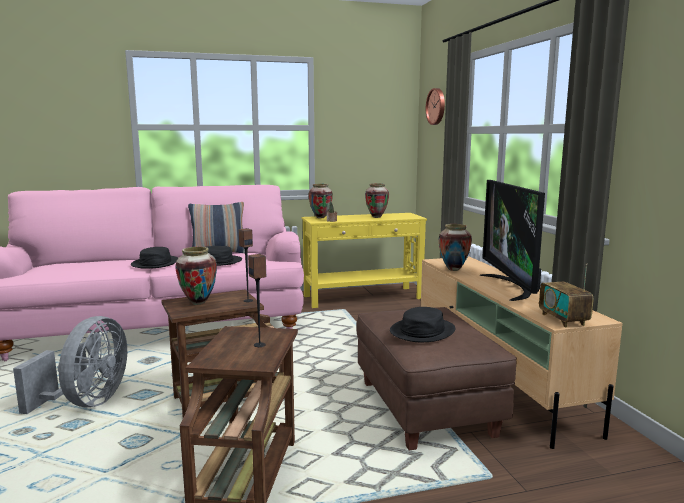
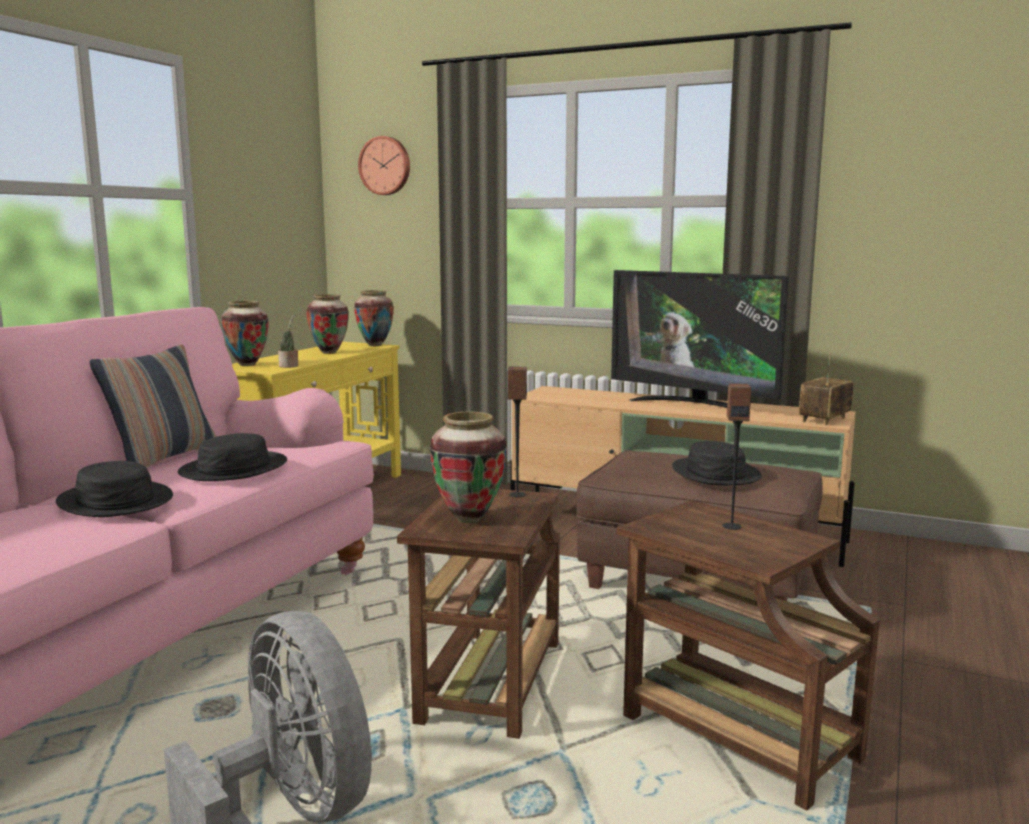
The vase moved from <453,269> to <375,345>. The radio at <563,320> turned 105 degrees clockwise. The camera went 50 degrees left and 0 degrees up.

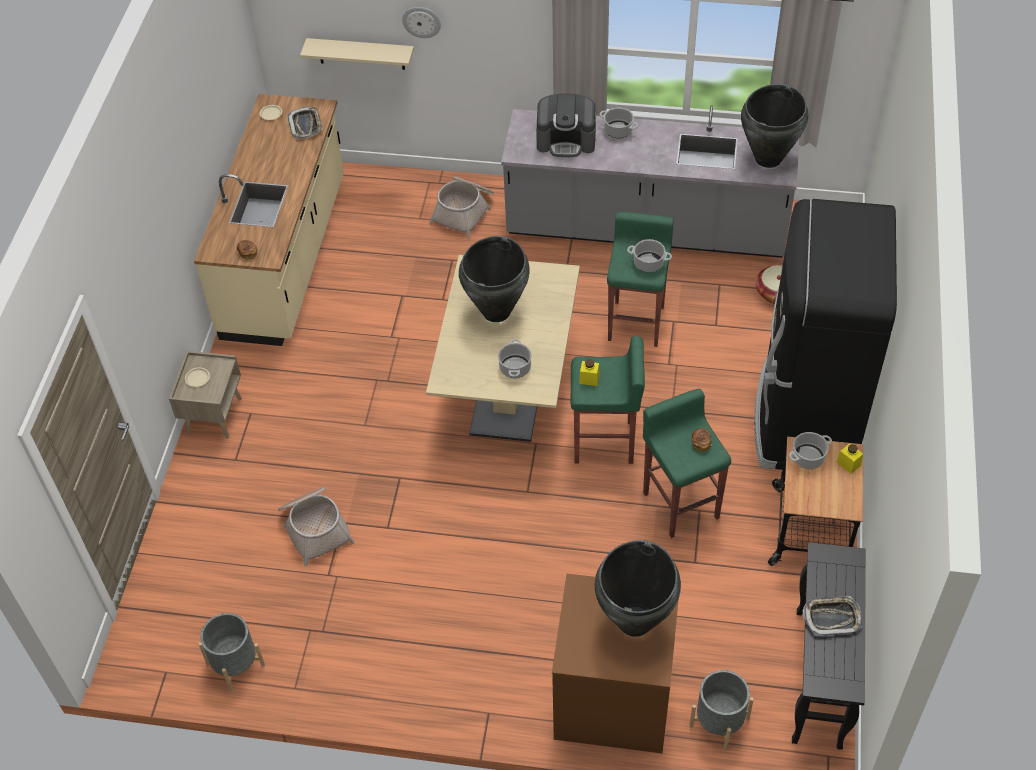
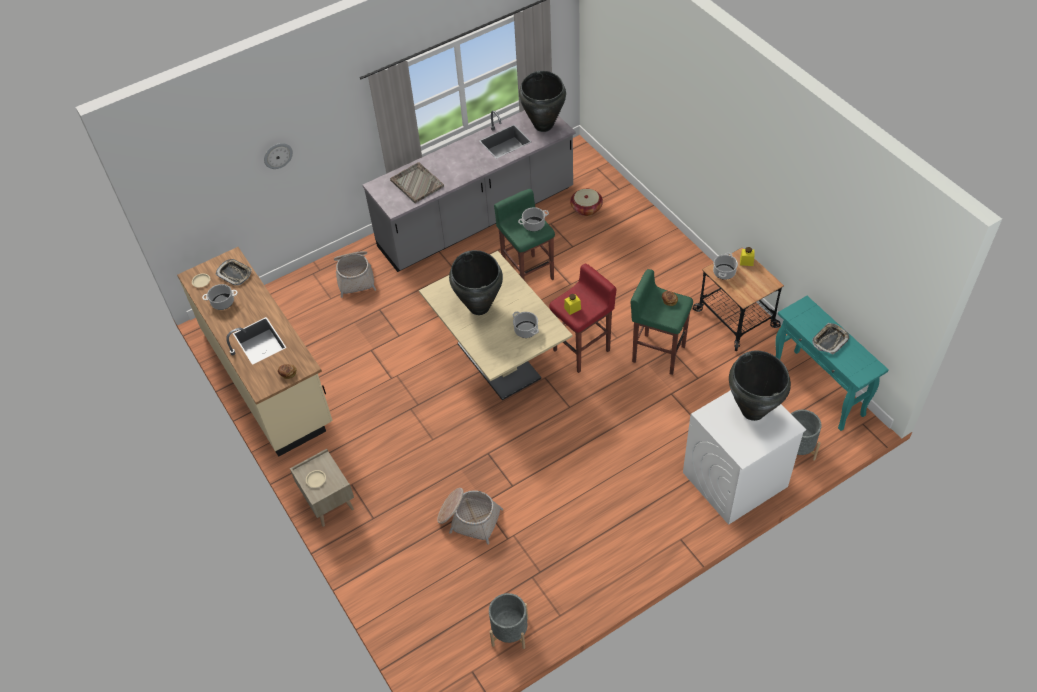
The beige shelf at <361,54> disappeared. The black fridge at <805,419> disappeared. The cooking pot moved from <617,130> to <222,302>. The coffee machine at <566,140> was replaced by the grey tray at <416,183>. The brown washing machine at <612,699> became the white washing machine at <734,480>. The green stool at <605,443> became the red stool at <582,350>. The black console table at <819,679> became the turquoise console table at <818,390>. The camera went 40 degrees left and 0 degrees up.

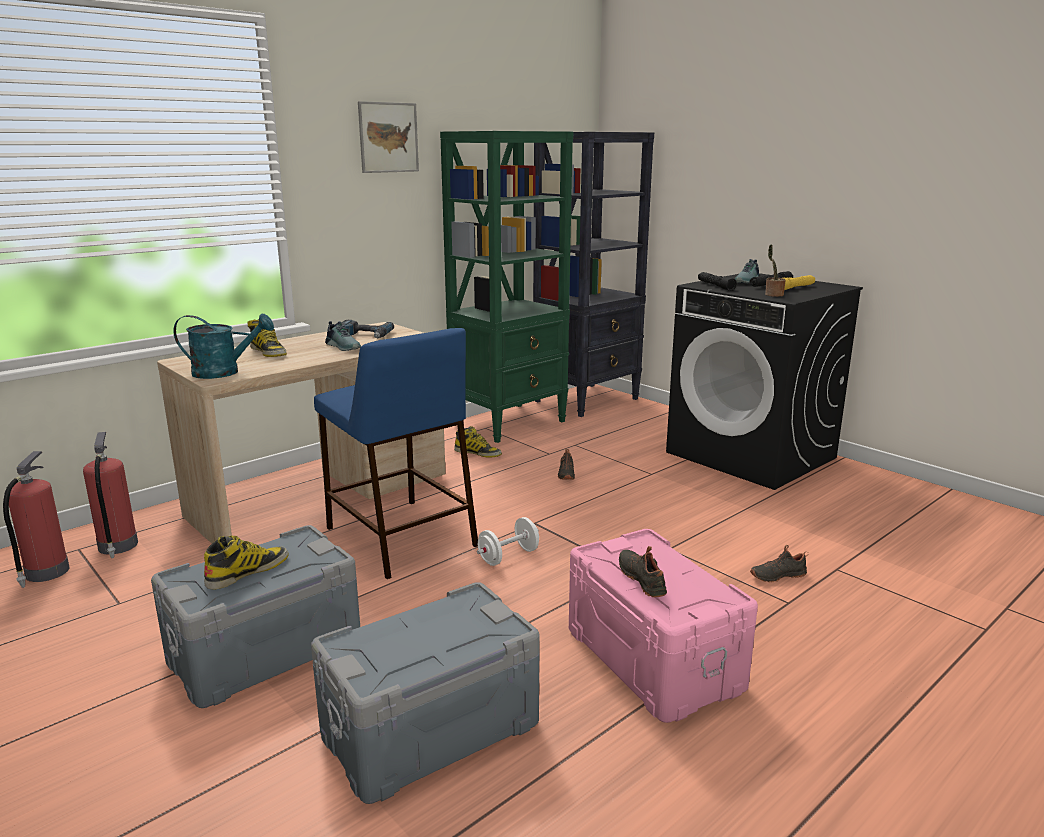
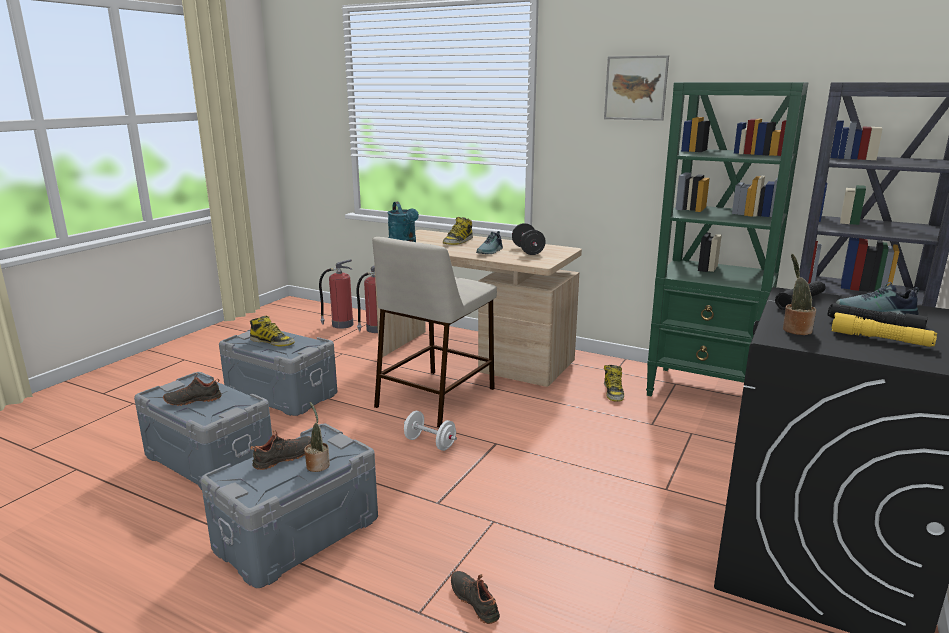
The potted plant at <317,464> appeared. The black shoe moved from <565,474> to <193,400>. The power drill at <364,336> was replaced by the black dumbbell at <528,250>. The blue stool at <399,536> became the beige stool at <436,396>. The pink storage box at <651,659> became the grey storage box at <296,533>. The camera went 70 degrees right and 0 degrees up.

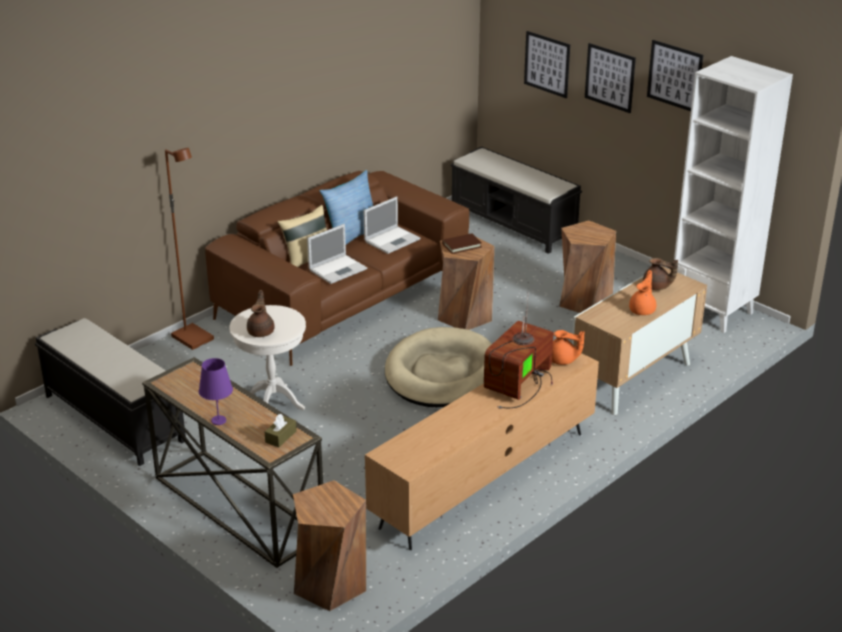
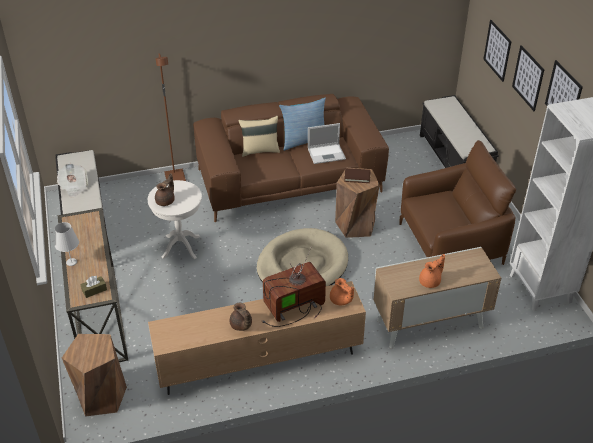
The laptop at <338,269> disappeared. The newspaper at <74,187> appeared. The brown teapot moved from <657,287> to <241,325>. The brown stool at <584,301> was replaced by the brown armchair at <450,244>. The purple table lamp at <219,420> became the white table lamp at <71,262>. The camera went 30 degrees right and 10 degrees up.

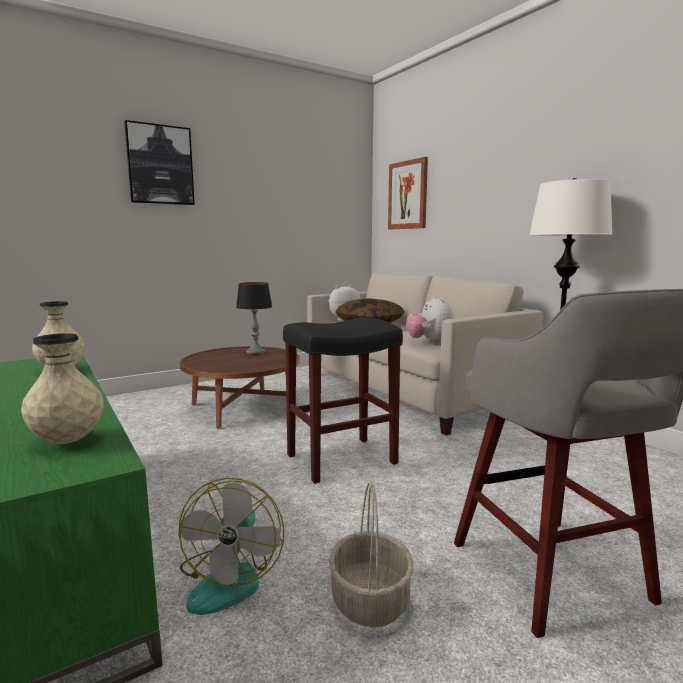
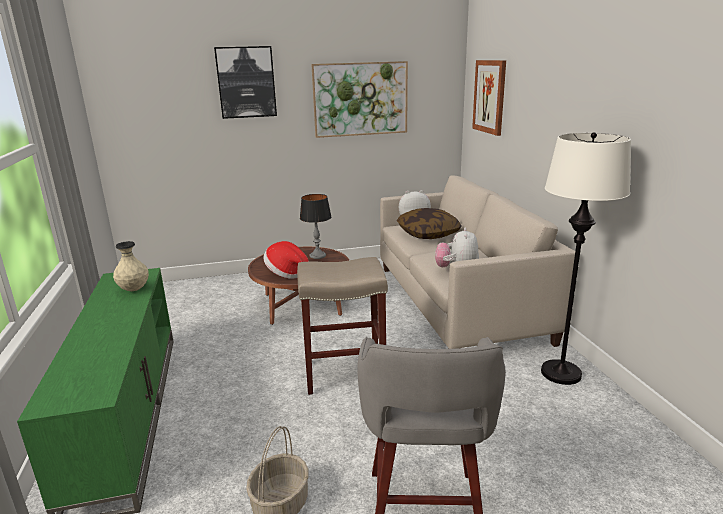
The beige vase at <67,441> disappeared. The fan at <230,578> disappeared. The hat at <287,273> appeared. The picture at <360,99> appeared. The black stool at <342,458> became the beige stool at <345,373>. The camera went 20 degrees right and 10 degrees up.

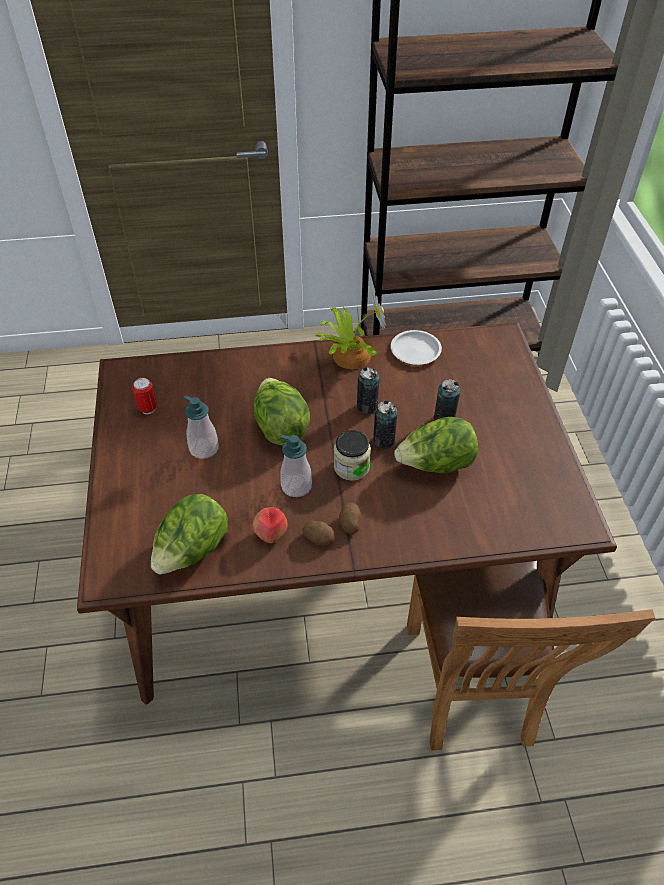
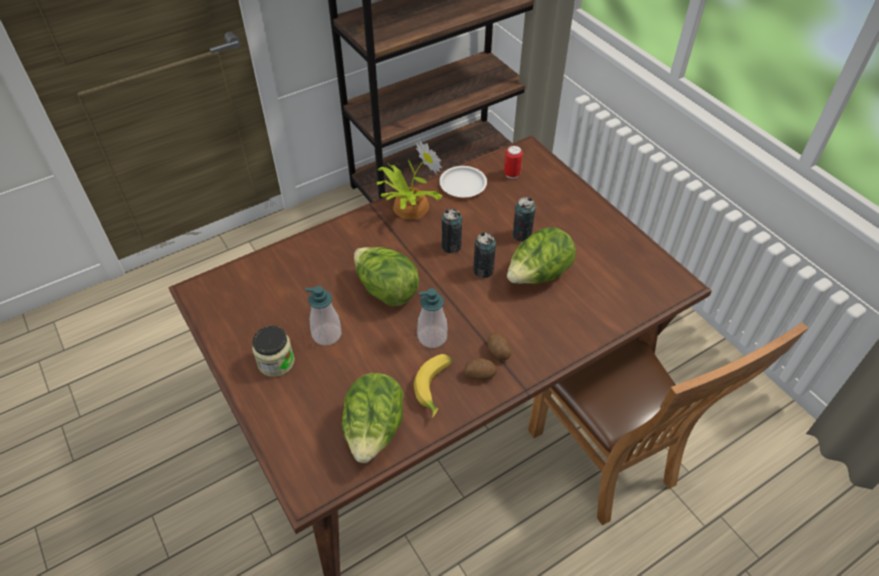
The can moved from <148,408> to <512,174>. The jar moved from <351,467> to <276,362>. The apple at <271,535> was replaced by the banana at <436,388>. The camera went 25 degrees left and 0 degrees up.

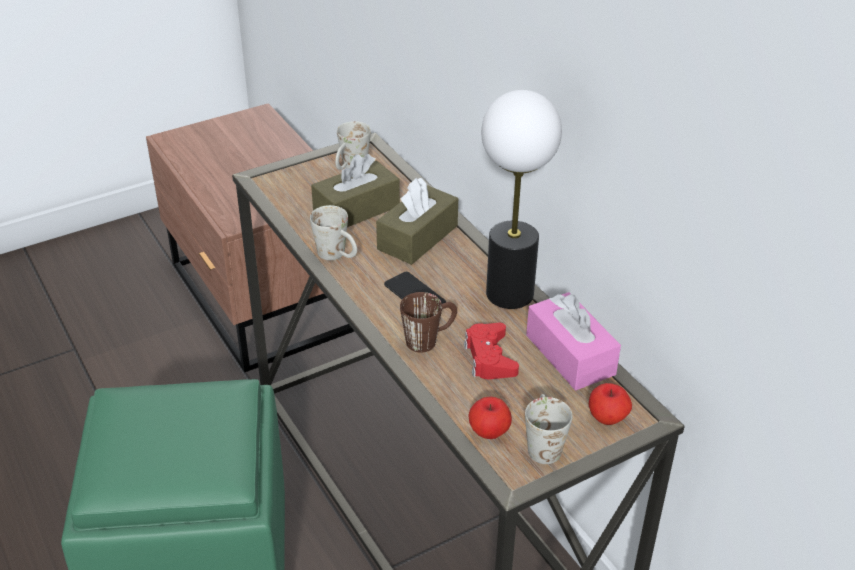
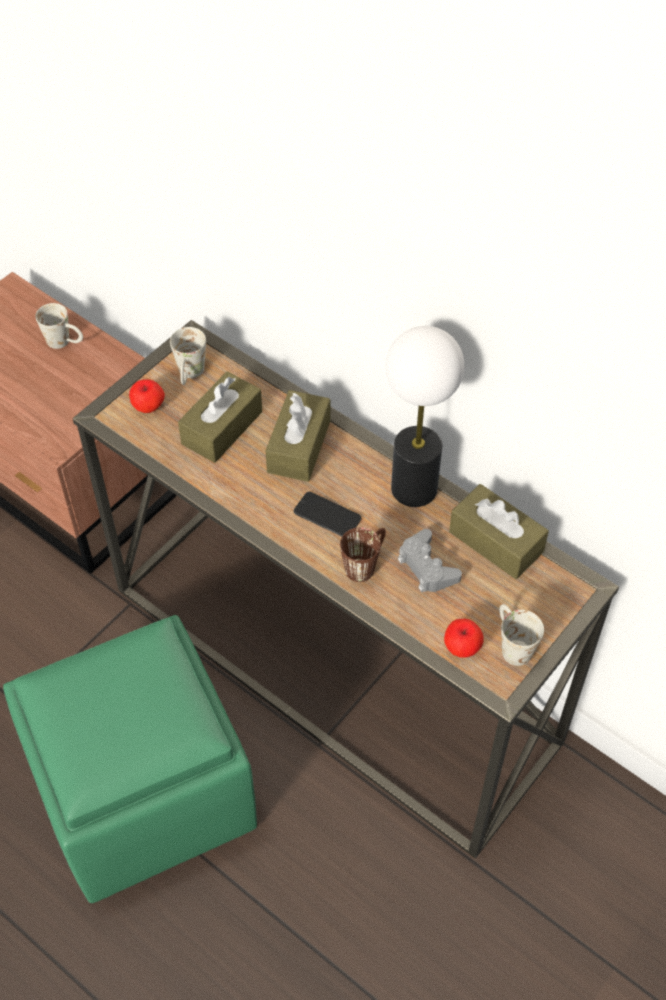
The white mug moved from <338,256> to <65,342>. The apple moved from <607,418> to <148,406>. The red game controller at <489,358> became the grey game controller at <427,567>. The pink tissue box at <570,355> became the brown tissue box at <496,541>. The camera went 20 degrees left and 15 degrees up.

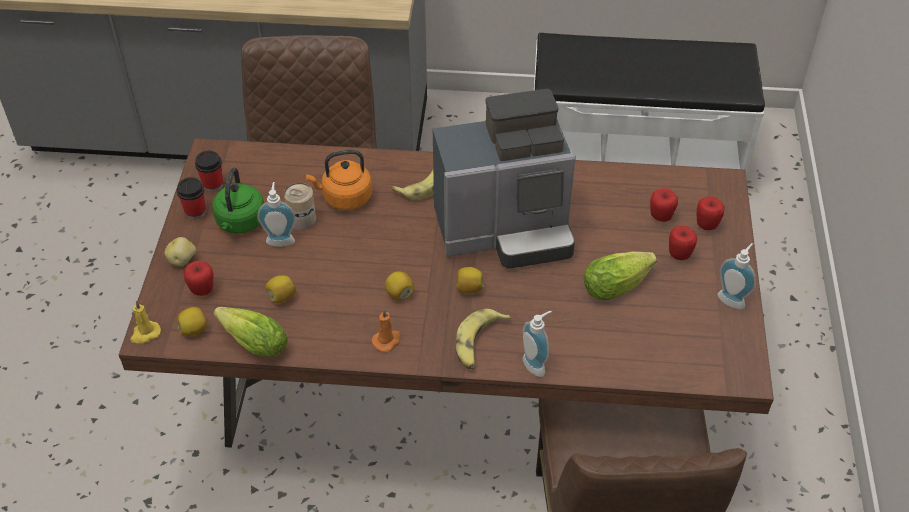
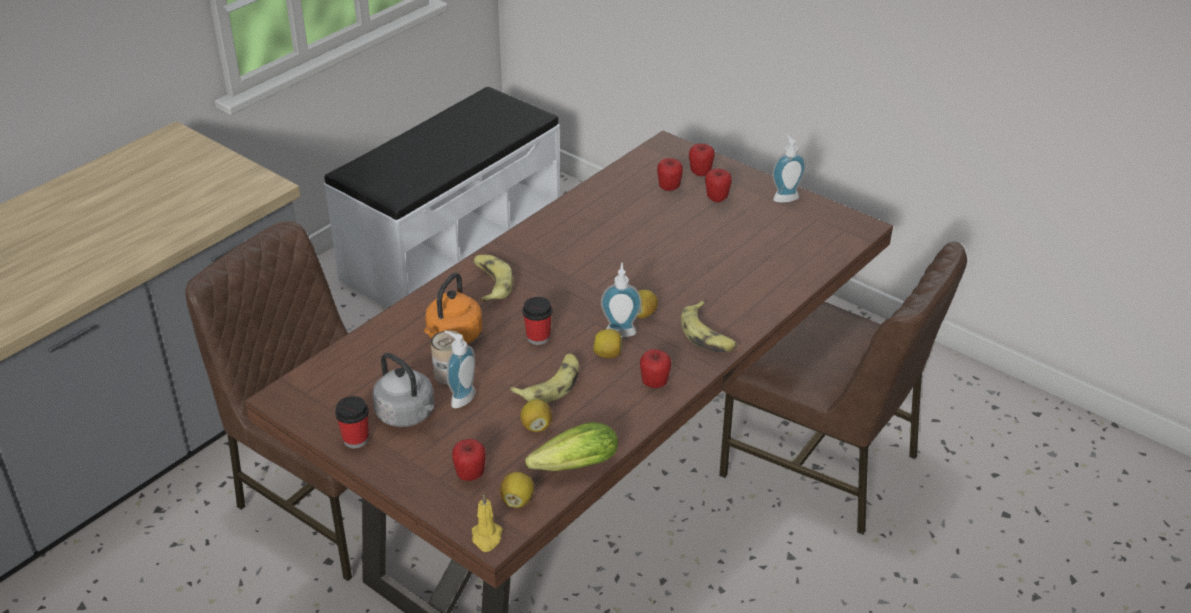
The potato at <182,260> disappeared. The coffee machine at <506,230> disappeared. The lettuce at <619,284> disappeared. The banana at <550,384> appeared. The cup moved from <213,185> to <538,337>. The soap dispenser moved from <536,364> to <620,330>. The orange candle at <387,340> was replaced by the apple at <654,384>. The green kettle at <240,223> became the grey kettle at <407,415>. The camera went 55 degrees left and 10 degrees down.

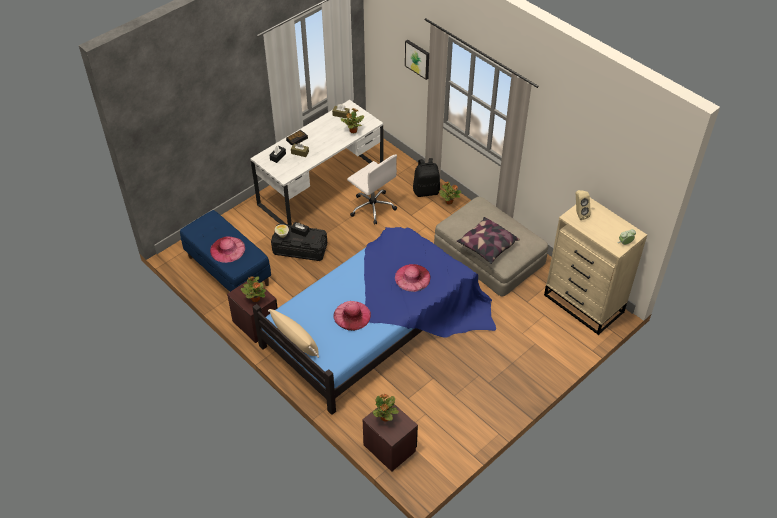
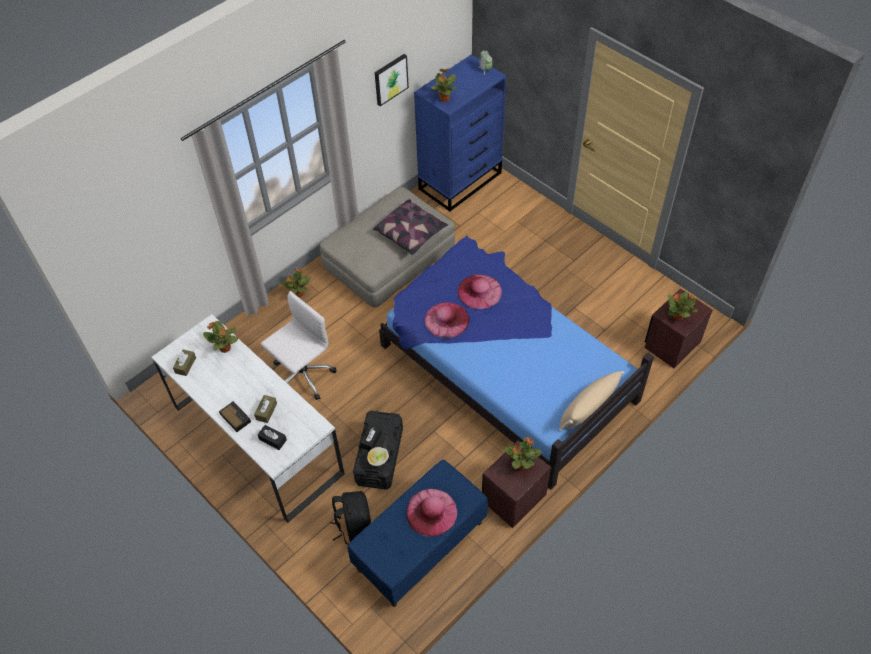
The pink hat moved from <352,315> to <446,320>. The picture moved from <418,59> to <390,79>. The black backpack moved from <426,191> to <354,527>. The beige speaker at <579,214> was replaced by the potted plant at <444,99>. The beige dresser at <584,304> became the blue dresser at <461,181>. The camera went 90 degrees left and 5 degrees up.

